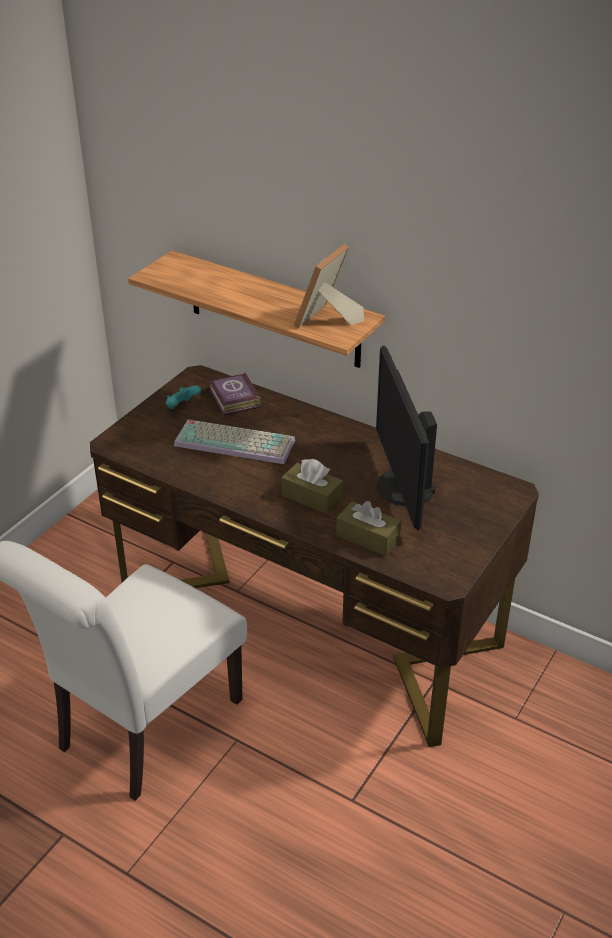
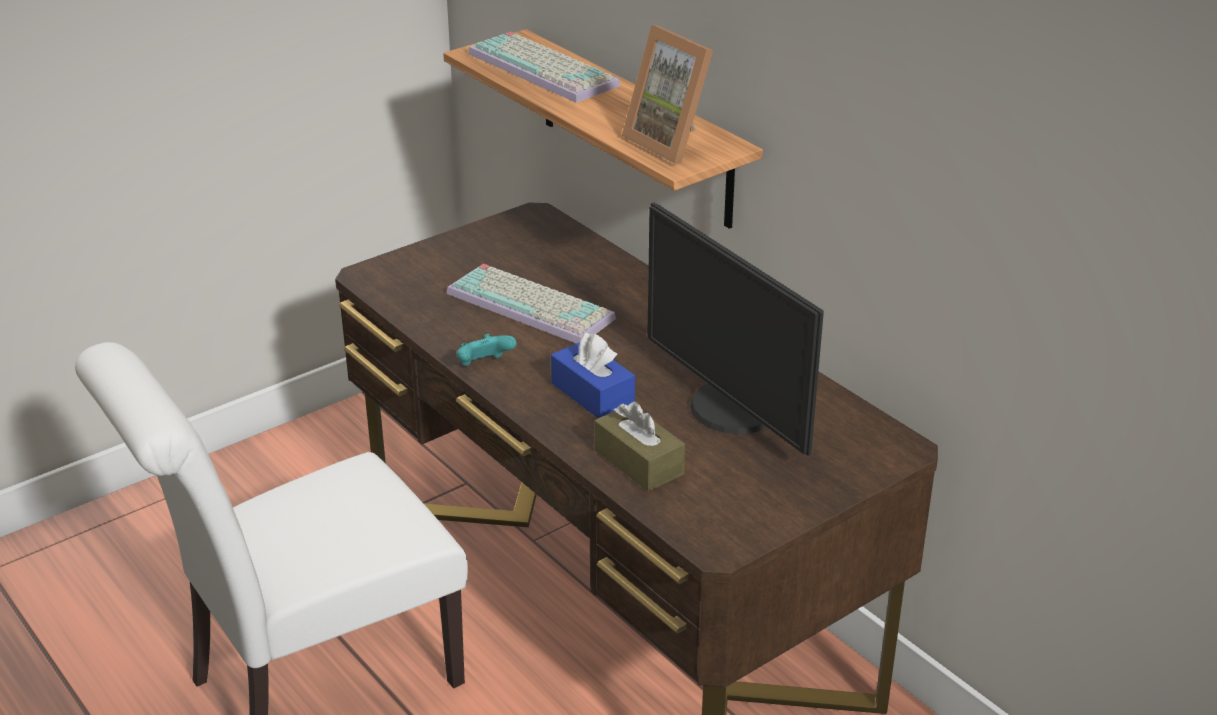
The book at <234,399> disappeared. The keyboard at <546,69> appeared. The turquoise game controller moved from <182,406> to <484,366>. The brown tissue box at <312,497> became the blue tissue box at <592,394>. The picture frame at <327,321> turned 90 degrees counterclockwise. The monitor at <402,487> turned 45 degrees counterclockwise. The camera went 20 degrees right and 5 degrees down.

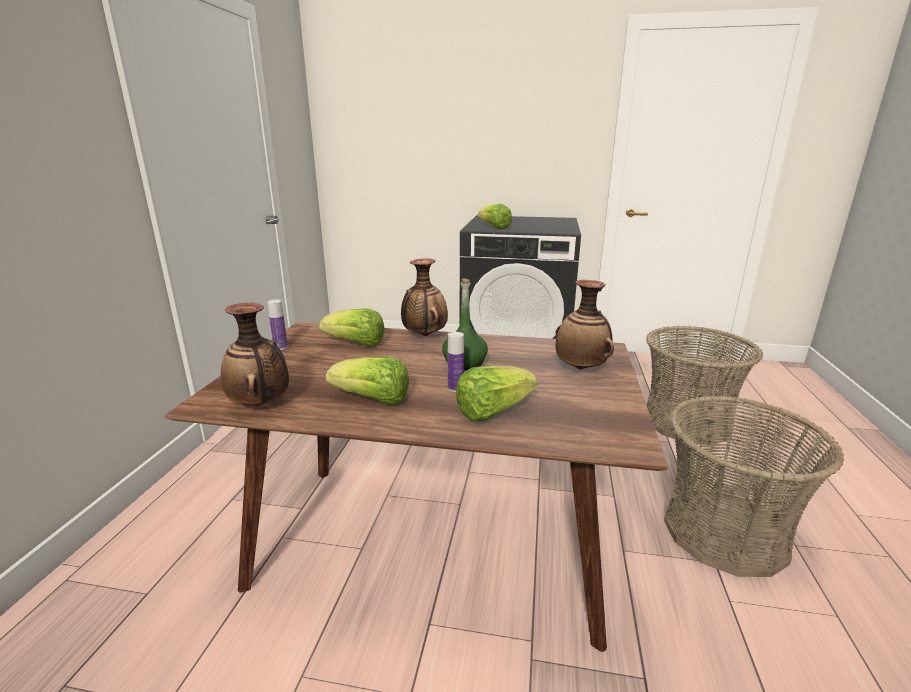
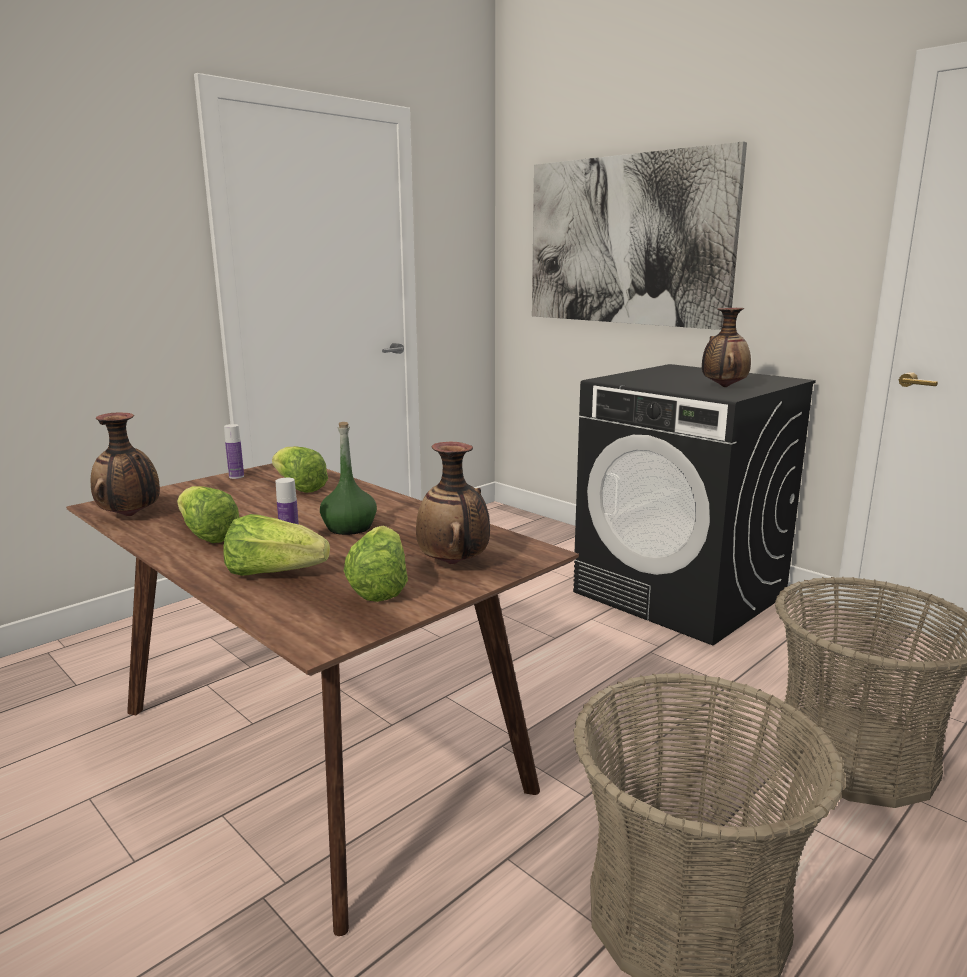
The picture at <626,241> appeared. The vase moved from <424,335> to <723,386>. The lettuce moved from <494,227> to <380,587>. The camera went 35 degrees right and 5 degrees down.

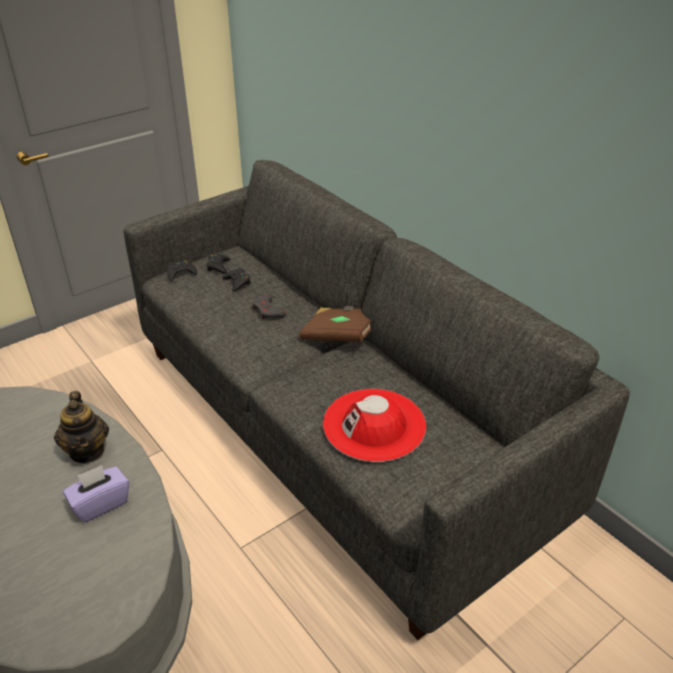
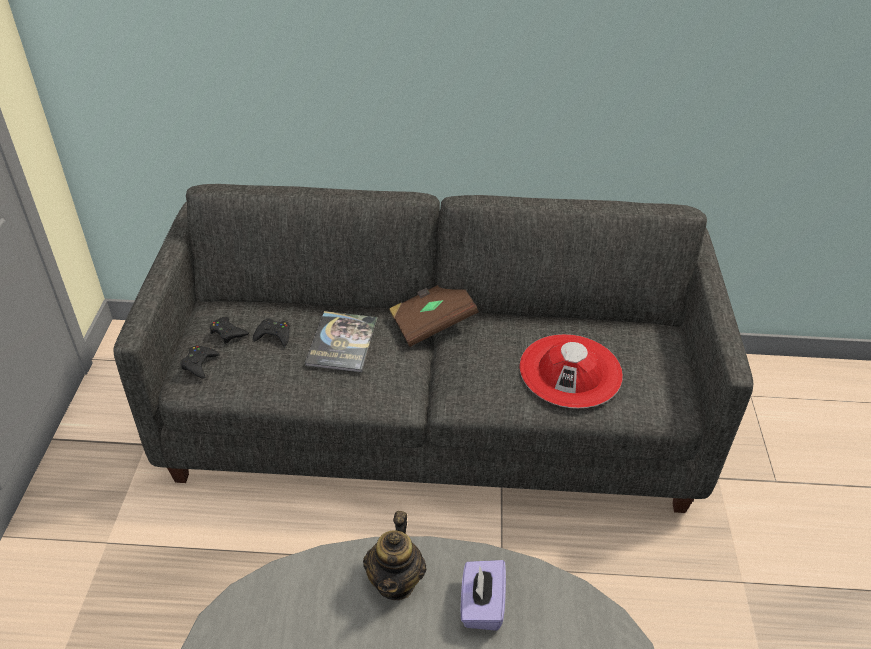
The grey game controller at <268,311> was replaced by the book at <342,342>. The teapot at <87,451> turned 75 degrees clockwise. The camera went 50 degrees left and 5 degrees up.

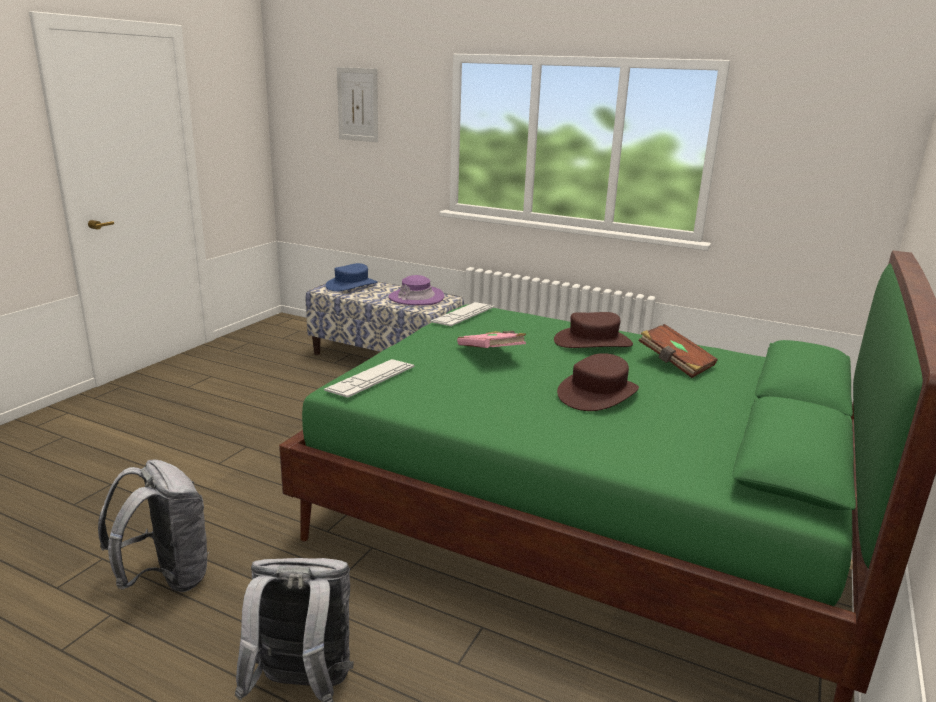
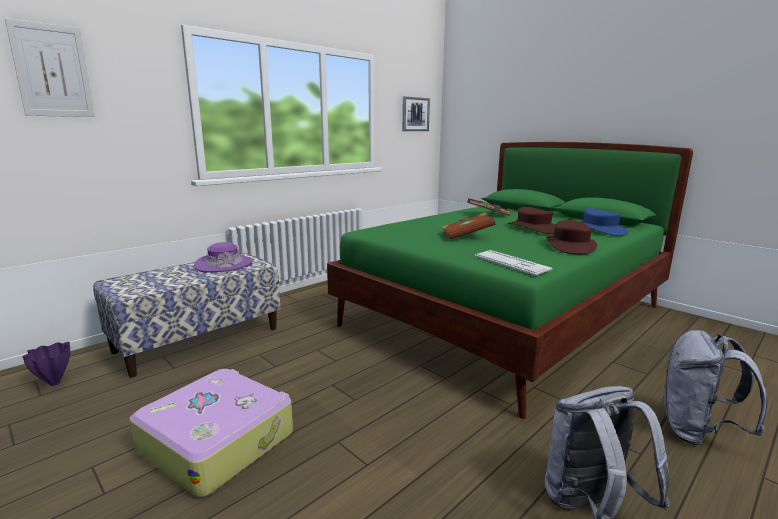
The keyboard at <463,315> disappeared. The purple vase at <54,383> appeared. The suitcase at <218,440> appeared. The picture at <415,114> appeared. The blue hat moved from <351,285> to <599,230>. The brown hat moved from <593,342> to <570,246>. The pink book at <491,353> became the brown book at <466,236>. The camera went 70 degrees left and 5 degrees down.

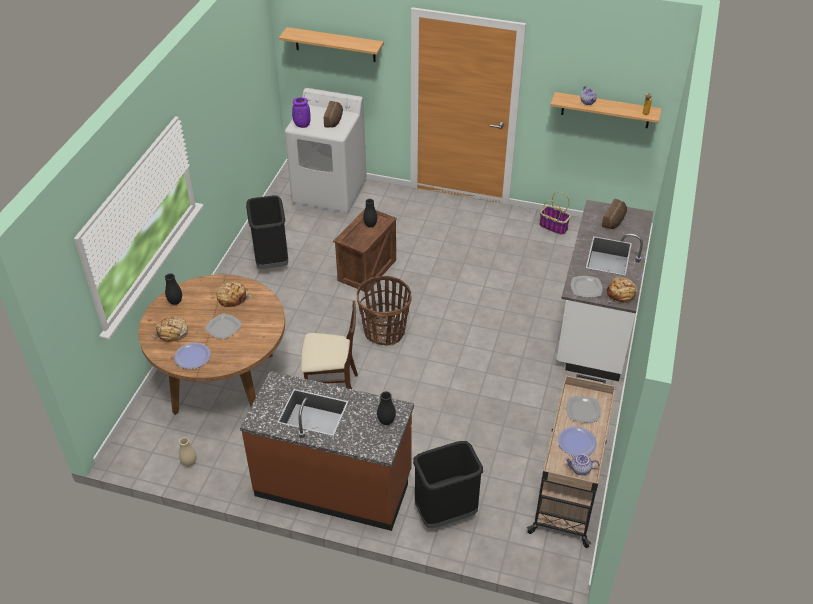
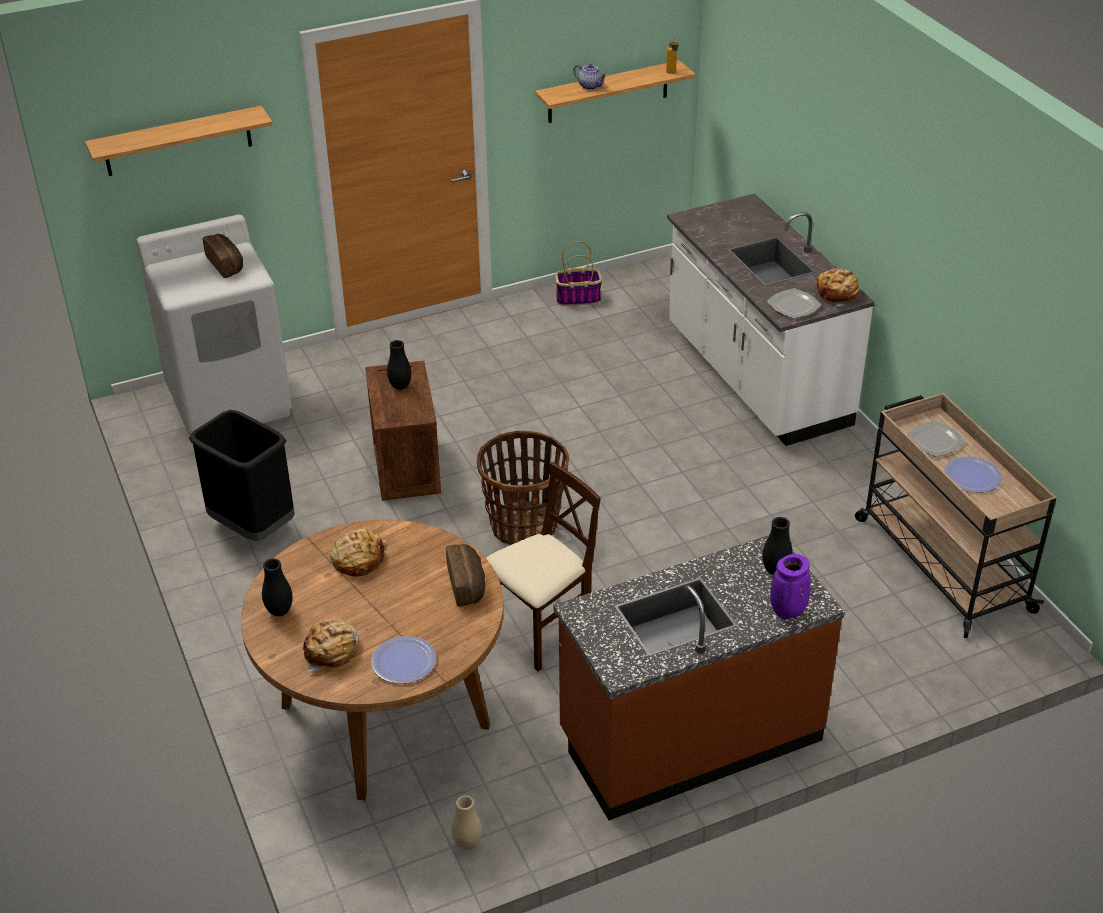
The plate at <224,327> disappeared. The black trash can at <445,513> disappeared. The teapot at <580,470> disappeared. The purple vase moved from <302,125> to <787,612>. The bread moved from <614,221> to <468,585>. The camera went 40 degrees left and 5 degrees down.

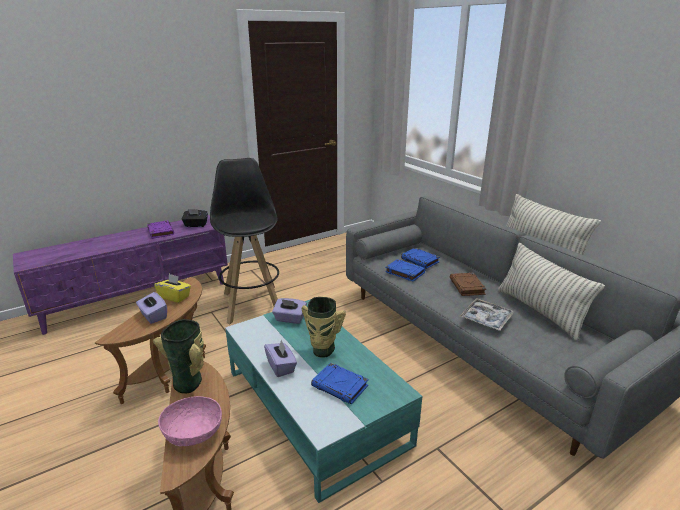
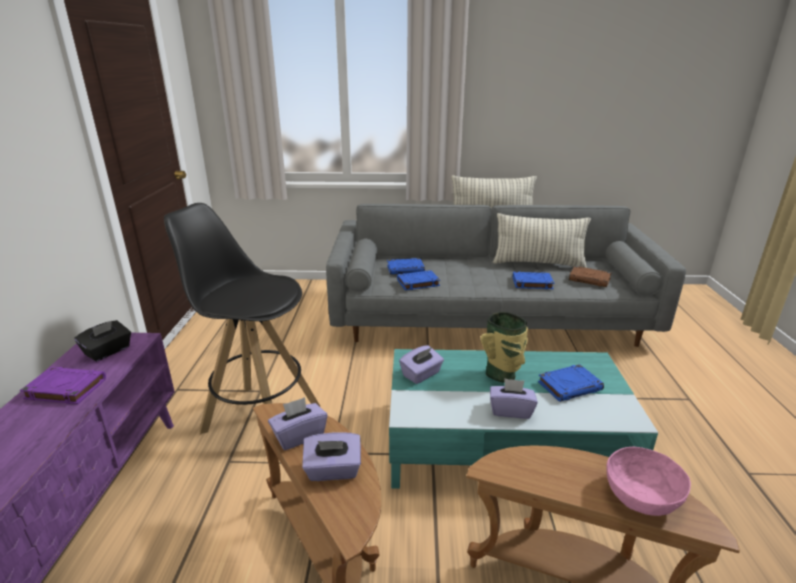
The vase at <189,381> disappeared. The brown book moved from <467,287> to <590,279>. The tray at <486,319> was replaced by the blue book at <531,283>. The yellow tissue box at <175,297> became the purple tissue box at <299,435>. The camera went 55 degrees left and 0 degrees up.

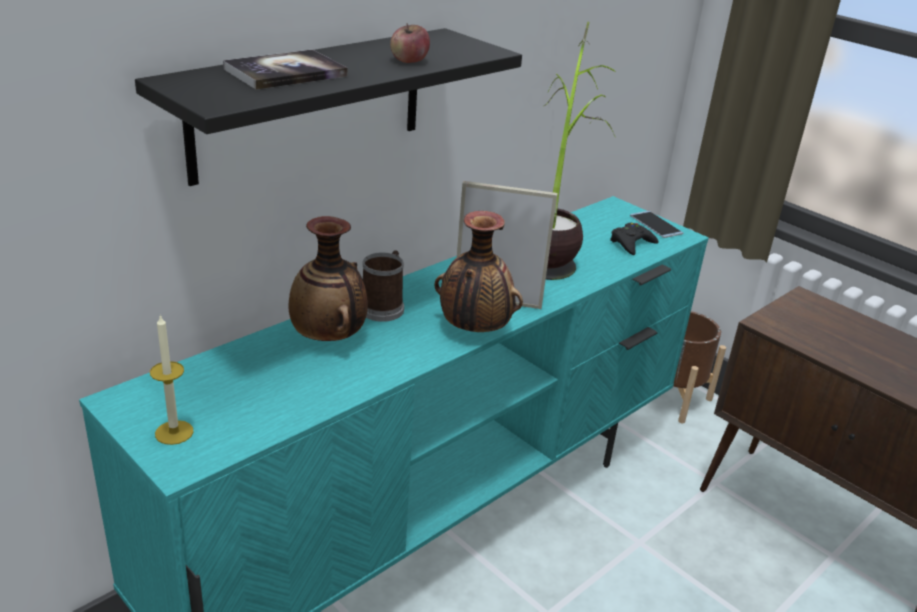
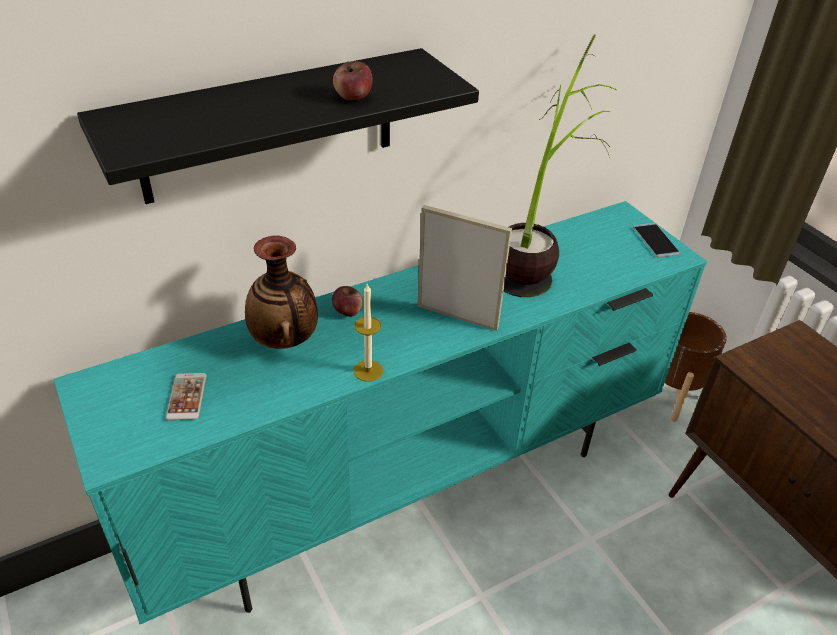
The book at <285,72> disappeared. The vase at <474,329> disappeared. The black game controller at <631,243> disappeared. The phone at <186,397> appeared. The candle moved from <174,432> to <368,370>. The mug at <384,307> was replaced by the apple at <348,311>. The camera went 15 degrees right and 10 degrees up.

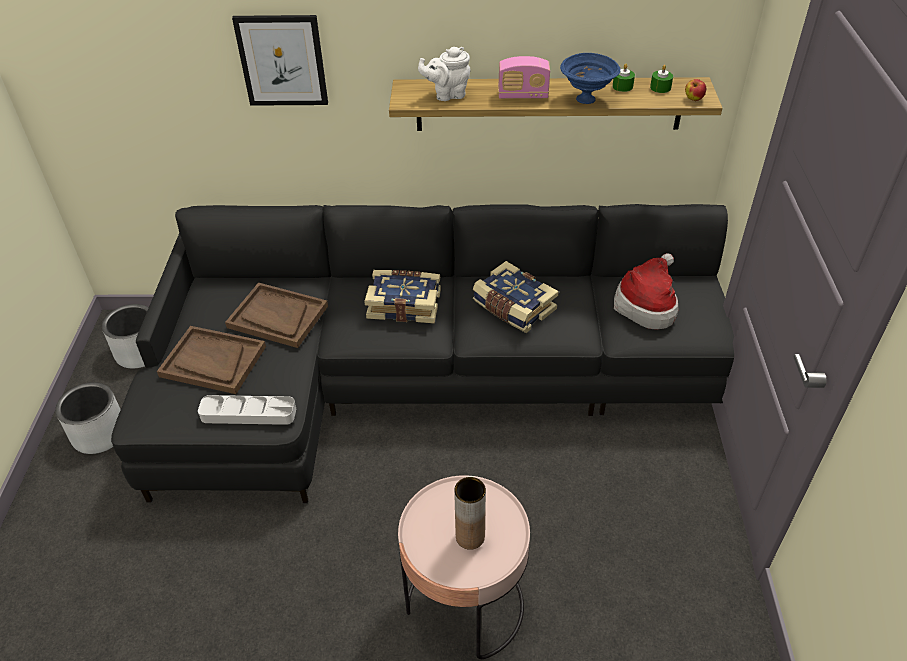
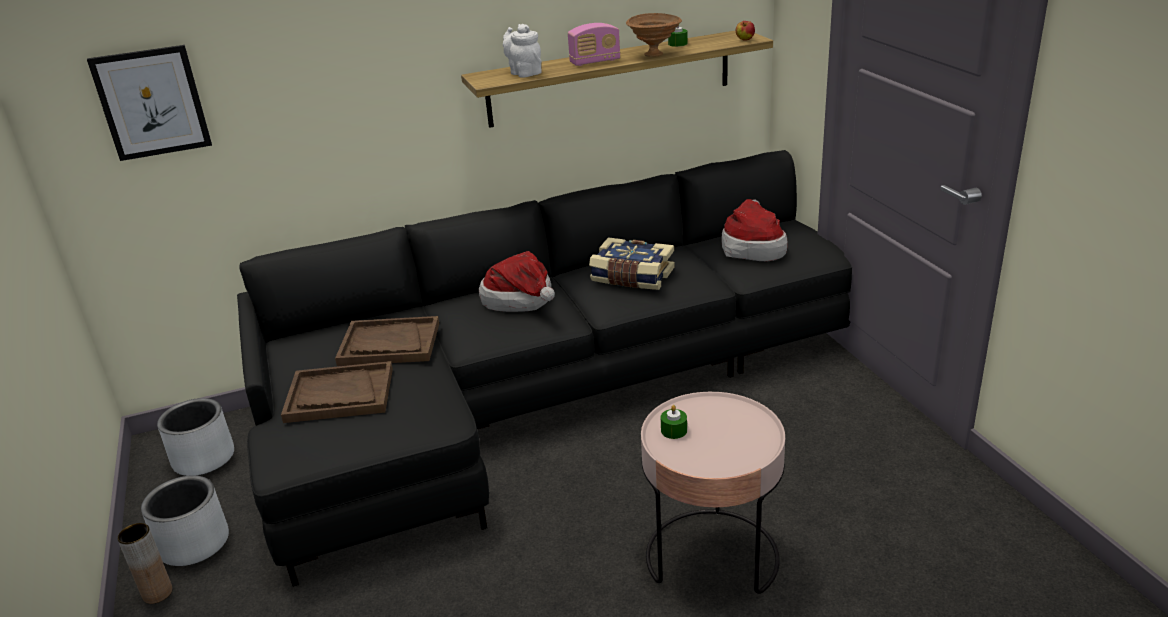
The grey tray at <248,413> disappeared. The picture moved from <282,60> to <152,102>. The brown vase moved from <470,537> to <157,593>. The green candle moved from <660,87> to <674,430>. The book at <404,304> was replaced by the hat at <521,301>. The blue bowl at <587,99> became the brown bowl at <655,54>. The white teapot at <447,94> turned 90 degrees clockwise. The camera went 20 degrees left and 15 degrees down.

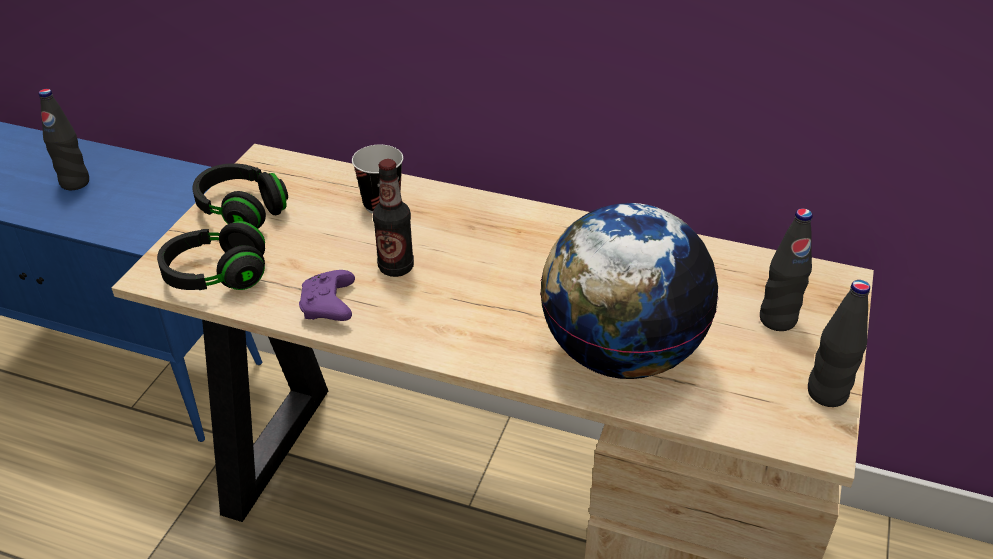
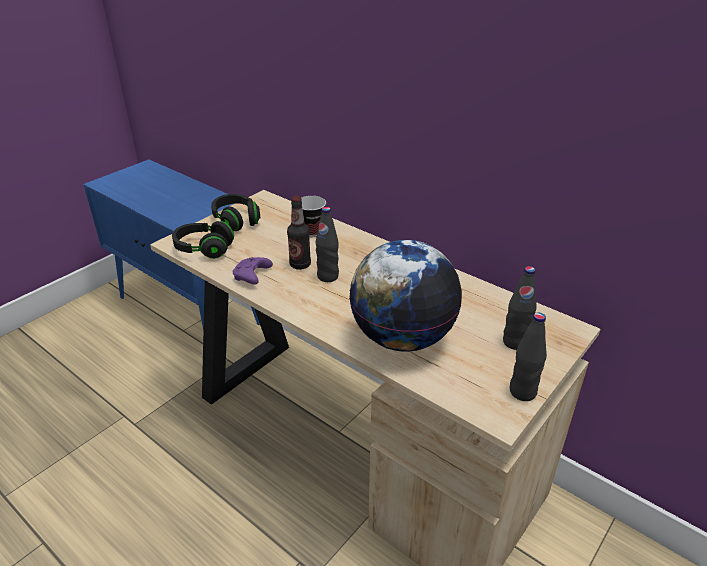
The black bottle moved from <75,183> to <328,276>. The camera went 20 degrees right and 5 degrees down.

